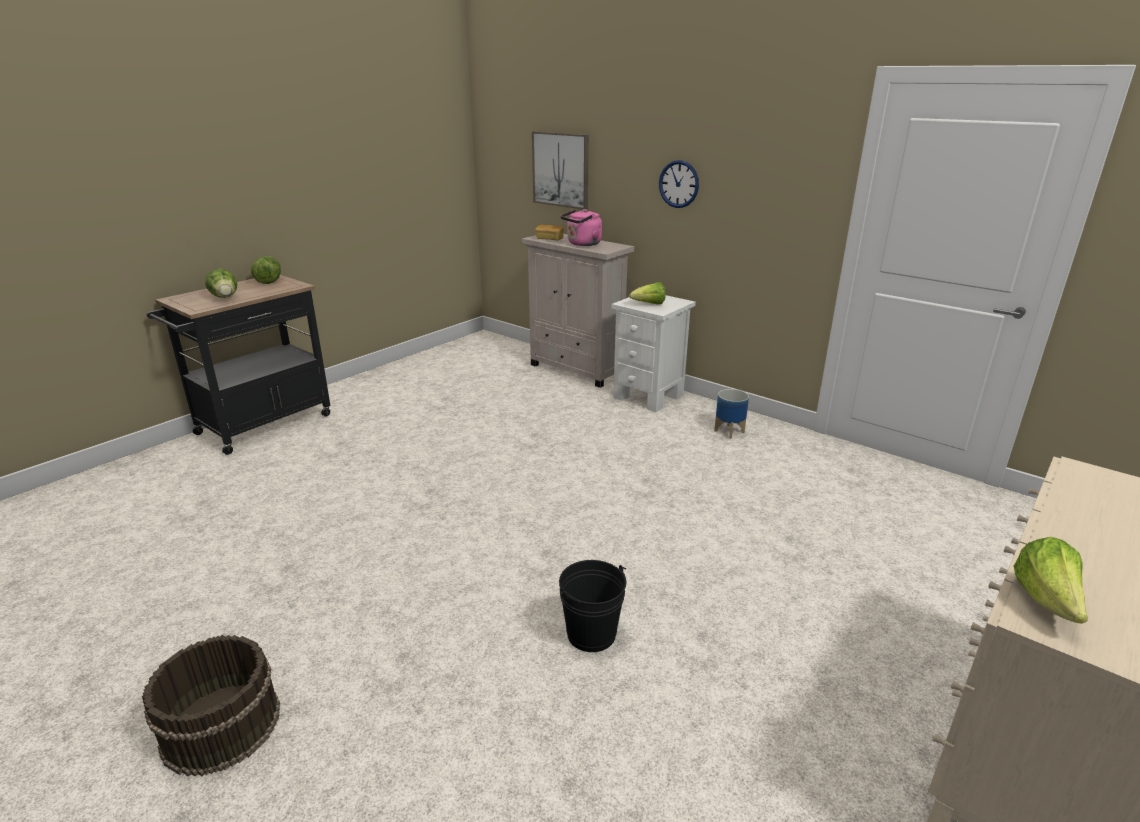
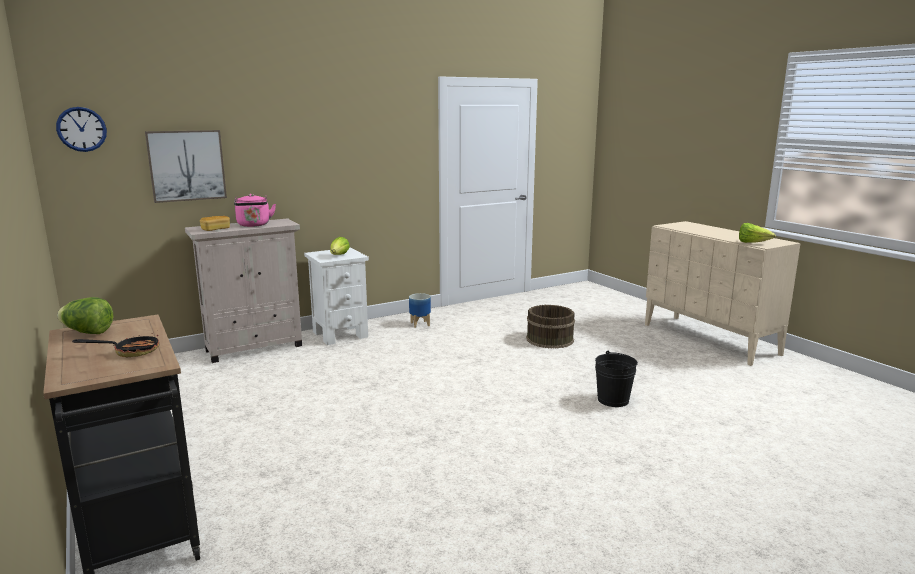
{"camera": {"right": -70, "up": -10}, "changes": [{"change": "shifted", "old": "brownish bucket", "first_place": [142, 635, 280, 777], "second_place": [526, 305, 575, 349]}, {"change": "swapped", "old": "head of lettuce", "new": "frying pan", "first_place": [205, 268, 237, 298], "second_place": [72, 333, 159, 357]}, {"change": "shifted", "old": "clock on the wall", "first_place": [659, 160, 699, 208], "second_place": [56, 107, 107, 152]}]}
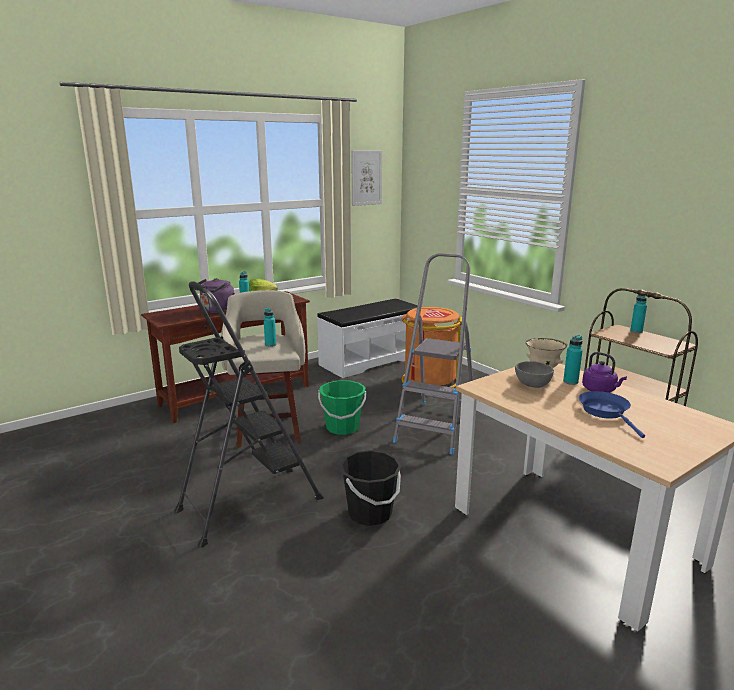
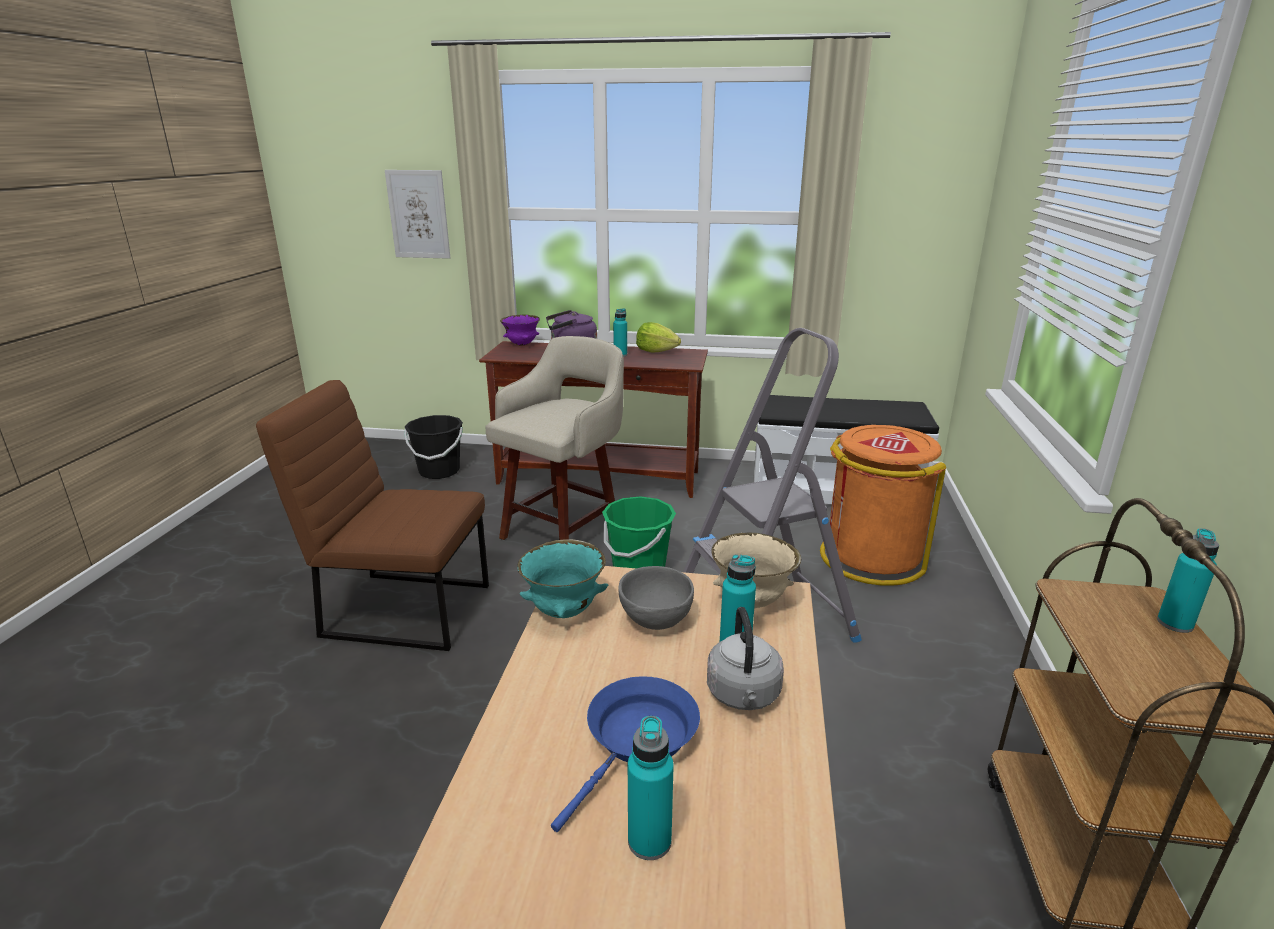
{"camera": {"right": 45, "up": 5}, "changes": [{"change": "swapped", "old": "step stool", "new": "brownish upright chair", "first_place": [174, 281, 324, 548], "second_place": [256, 380, 489, 651]}, {"change": "shifted", "old": "blue-green beverage bottle", "first_place": [264, 308, 276, 347], "second_place": [628, 716, 674, 860]}, {"change": "shifted", "old": "black bucket", "first_place": [339, 450, 401, 526], "second_place": [404, 415, 463, 479]}, {"change": "shifted", "old": "wall art", "first_place": [351, 150, 382, 206], "second_place": [385, 170, 450, 259]}, {"change": "repainted", "old": "purple water kettle", "new": "gray water kettle", "first_place": [582, 352, 627, 393], "second_place": [707, 607, 784, 710]}, {"change": "new", "new": "purple bowl", "second_place": [500, 315, 540, 346]}, {"change": "new", "new": "blue-green bowl", "second_place": [517, 539, 608, 618]}]}
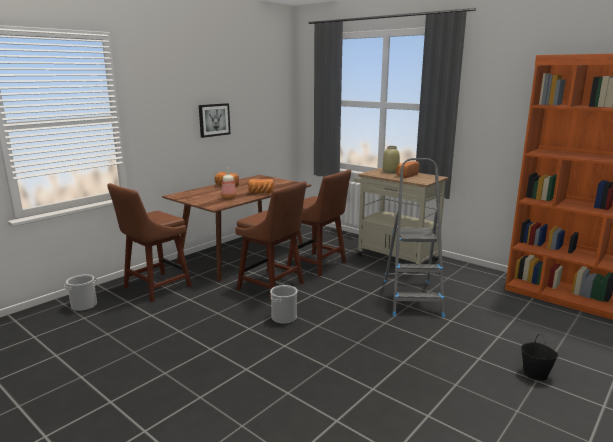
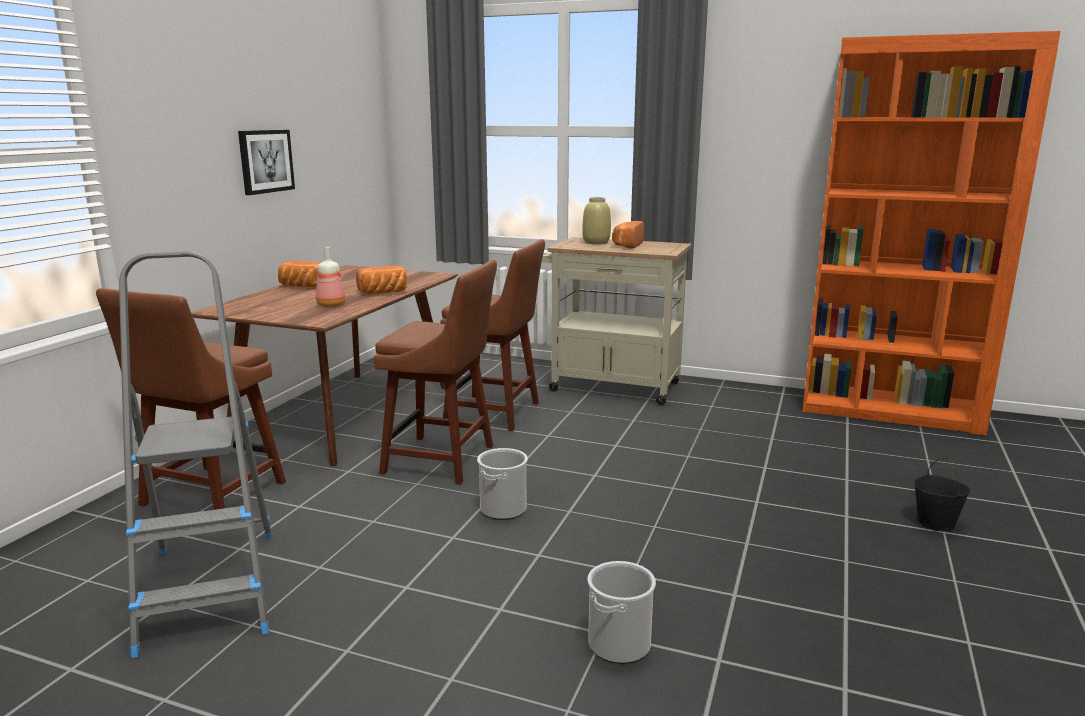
{"camera": {"right": -20, "up": 0}, "changes": [{"change": "shifted", "old": "bucket", "first_place": [64, 275, 97, 311], "second_place": [587, 561, 656, 664]}, {"change": "shifted", "old": "gray step stool", "first_place": [384, 158, 445, 318], "second_place": [119, 251, 272, 658]}]}
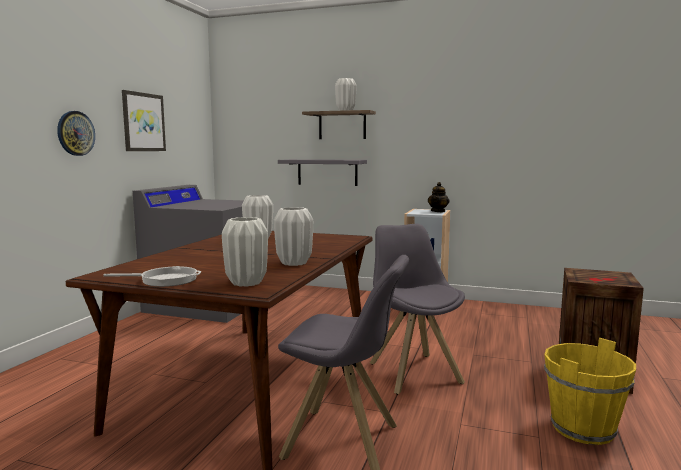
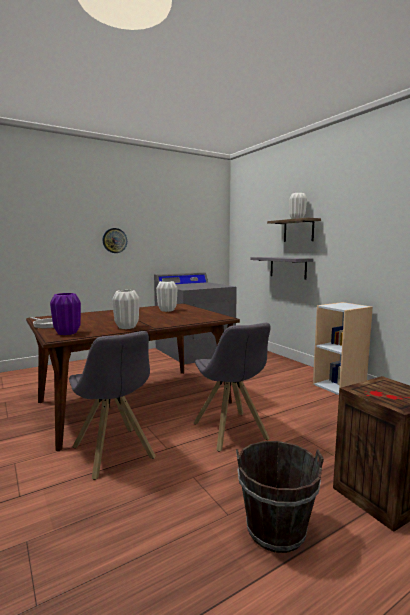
{"camera": {"right": 40, "up": 0}, "changes": [{"change": "gone", "old": "wall art", "first_place": [122, 90, 166, 151]}, {"change": "repainted", "old": "whitish vase", "new": "purple vase", "first_place": [222, 217, 268, 287], "second_place": [50, 293, 81, 335]}, {"change": "rotated", "old": "gray upright chair", "first_place": [370, 224, 465, 394], "second_place": [193, 323, 271, 452], "degrees": 135}, {"change": "gone", "old": "tea pot", "first_place": [428, 182, 450, 212]}, {"change": "repainted", "old": "yellow bucket", "new": "brownish bucket", "first_place": [544, 338, 636, 445], "second_place": [236, 441, 324, 553]}]}
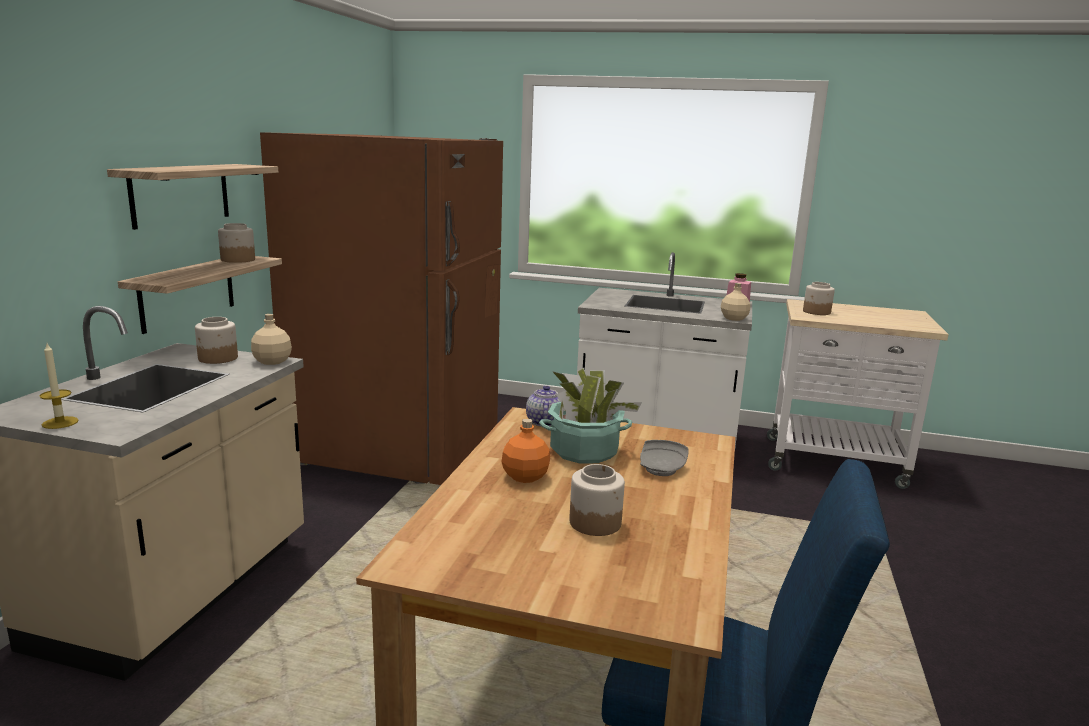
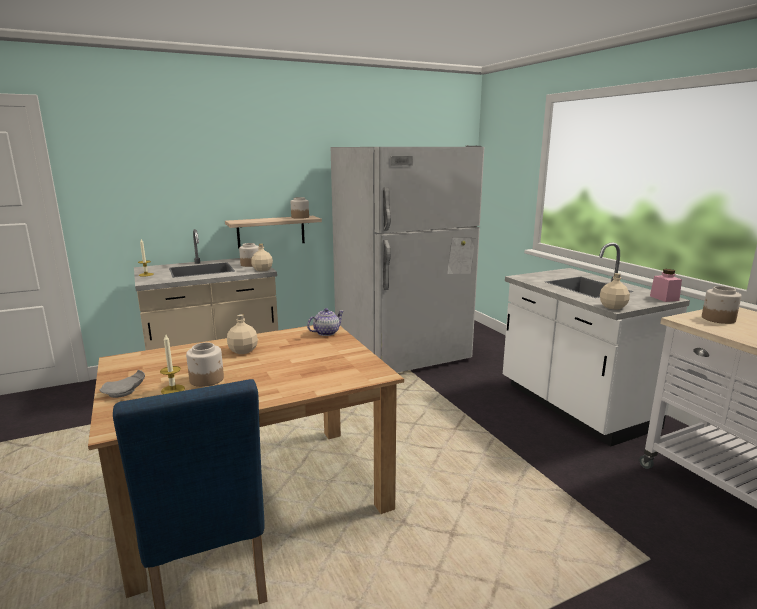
{"camera": {"right": 50, "up": 0}, "changes": [{"change": "gone", "old": "wall shelf", "first_place": [107, 164, 278, 230]}, {"change": "repainted", "old": "brownish kitchen fridge", "new": "whitish kitchen fridge", "first_place": [260, 132, 503, 485], "second_place": [331, 145, 484, 373]}, {"change": "repainted", "old": "orange beverage bottle", "new": "sand-coloured beverage bottle", "first_place": [501, 419, 550, 483], "second_place": [227, 314, 258, 354]}, {"change": "gone", "old": "potted plant", "first_place": [539, 367, 642, 464]}, {"change": "shifted", "old": "gray plate", "first_place": [640, 440, 689, 476], "second_place": [99, 370, 145, 398]}, {"change": "new", "new": "candle", "second_place": [160, 333, 185, 394]}]}
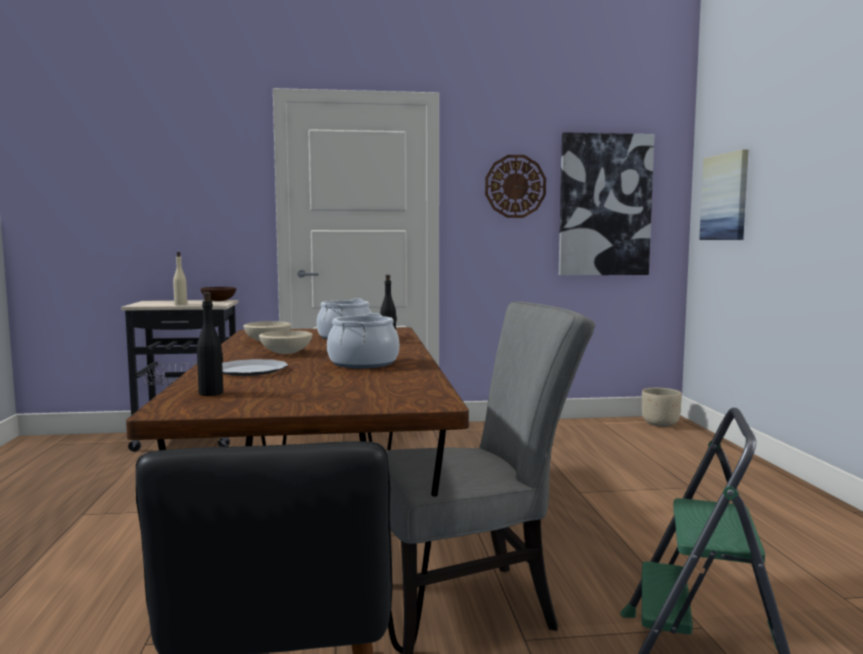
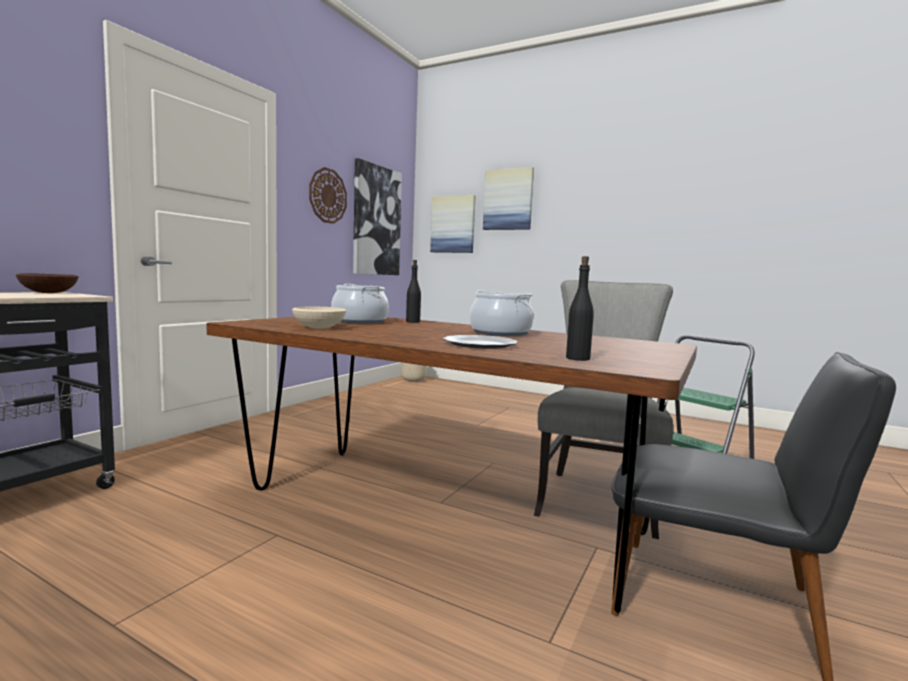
{"camera": {"right": -55, "up": 0}, "changes": [{"change": "gone", "old": "sand-coloured beverage bottle", "first_place": [173, 252, 187, 305]}, {"change": "gone", "old": "sand-coloured bowl", "first_place": [259, 330, 313, 354]}, {"change": "new", "new": "wall art", "second_place": [483, 167, 534, 230]}]}
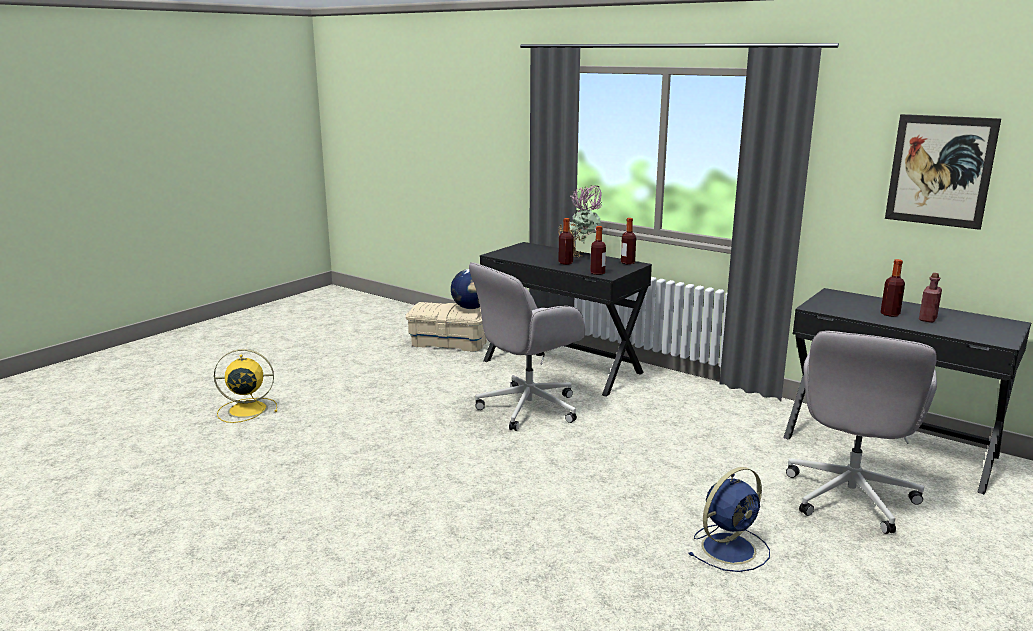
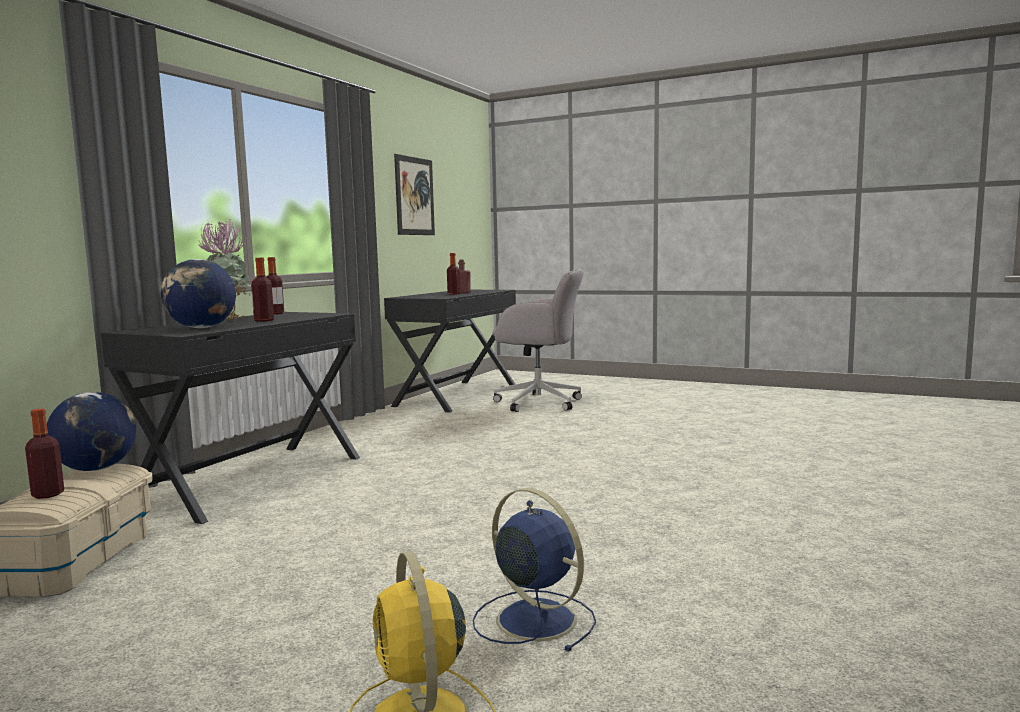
{"camera": {"right": -100, "up": -10}, "changes": [{"change": "gone", "old": "gray desk chair", "first_place": [469, 262, 585, 431]}, {"change": "shifted", "old": "beverage bottle", "first_place": [590, 226, 606, 275], "second_place": [25, 409, 64, 499]}, {"change": "shifted", "old": "blue-coloured cooling fan", "first_place": [689, 467, 770, 572], "second_place": [473, 488, 596, 652]}, {"change": "new", "new": "globe", "second_place": [161, 259, 236, 328]}]}
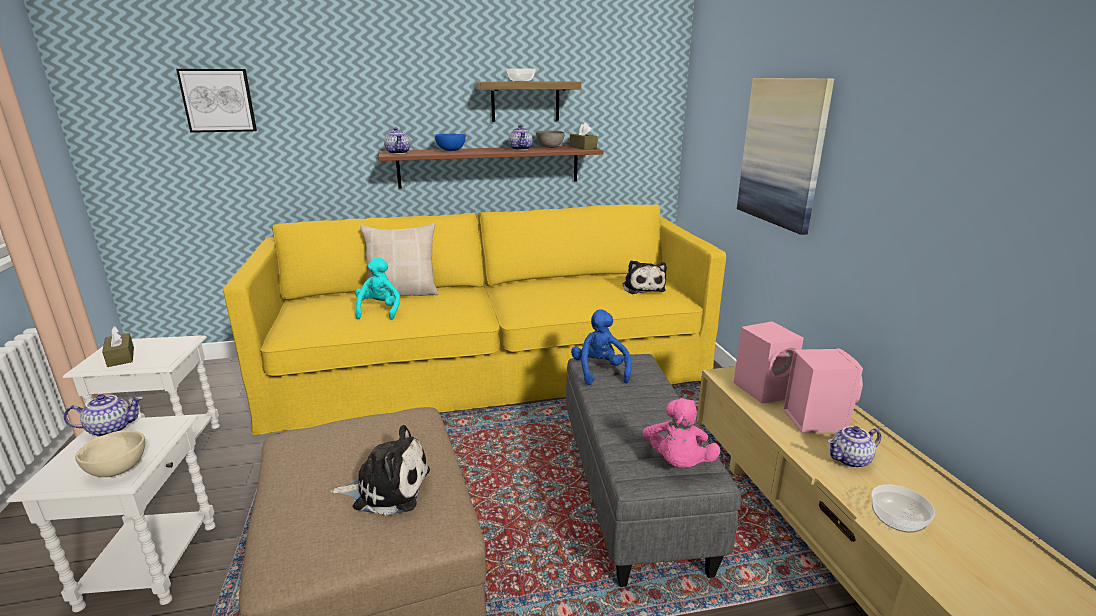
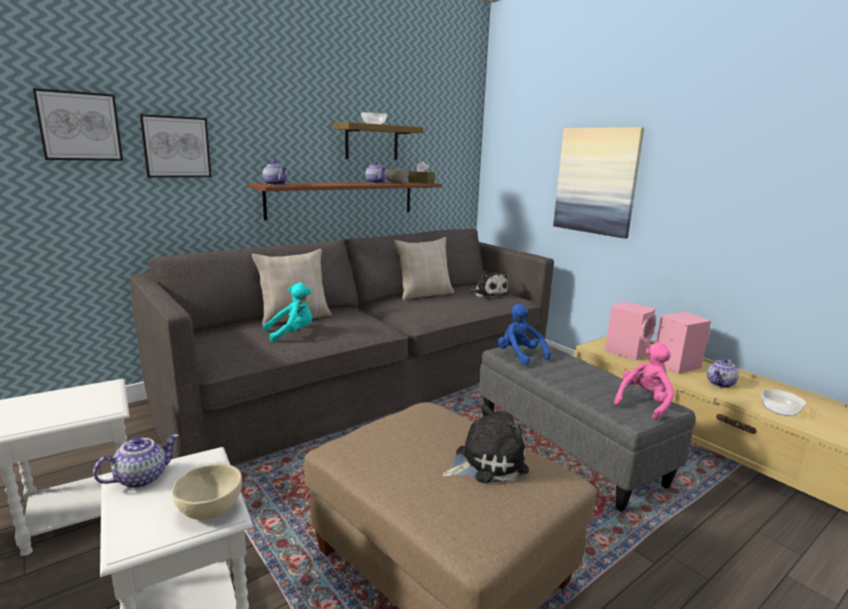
{"camera": {"right": -25, "up": -5}, "changes": [{"change": "gone", "old": "brownish tissue box", "first_place": [102, 326, 134, 367]}, {"change": "repainted", "old": "yellow settee", "new": "gray settee", "first_place": [223, 204, 726, 435], "second_place": [130, 229, 554, 465]}, {"change": "rotated", "old": "blue-green plush toy", "first_place": [355, 257, 400, 320], "second_place": [263, 283, 312, 343], "degrees": 90}, {"change": "gone", "old": "blue-coloured bowl", "first_place": [435, 133, 466, 151]}, {"change": "rotated", "old": "pink plush toy", "first_place": [643, 398, 720, 468], "second_place": [614, 342, 674, 420], "degrees": -120}, {"change": "new", "new": "wall art", "second_place": [139, 114, 211, 178]}, {"change": "new", "new": "sand-coloured cushion", "second_place": [394, 237, 454, 300]}]}
